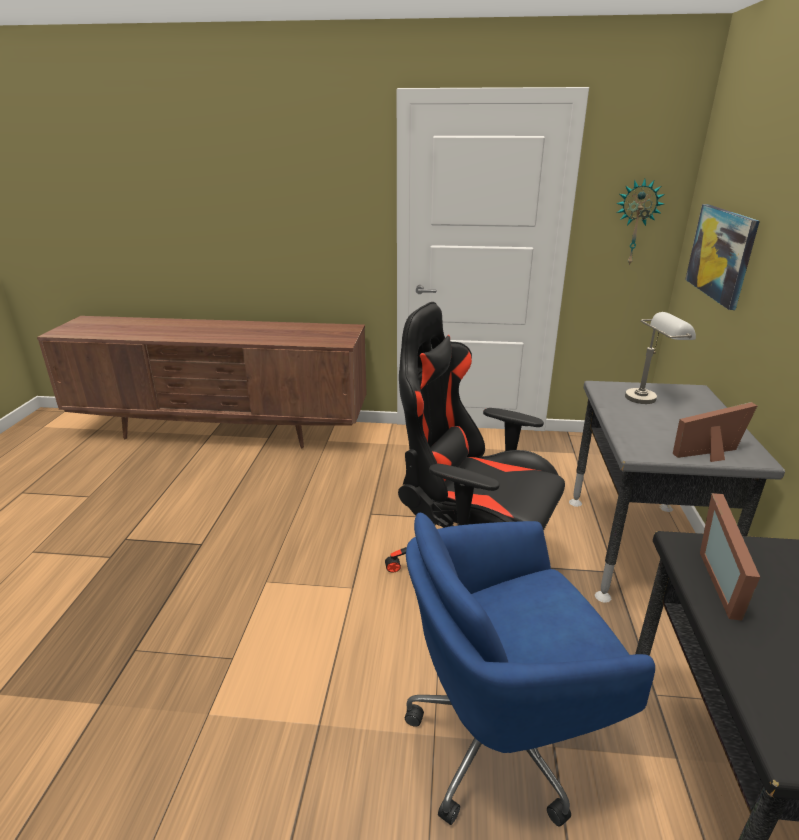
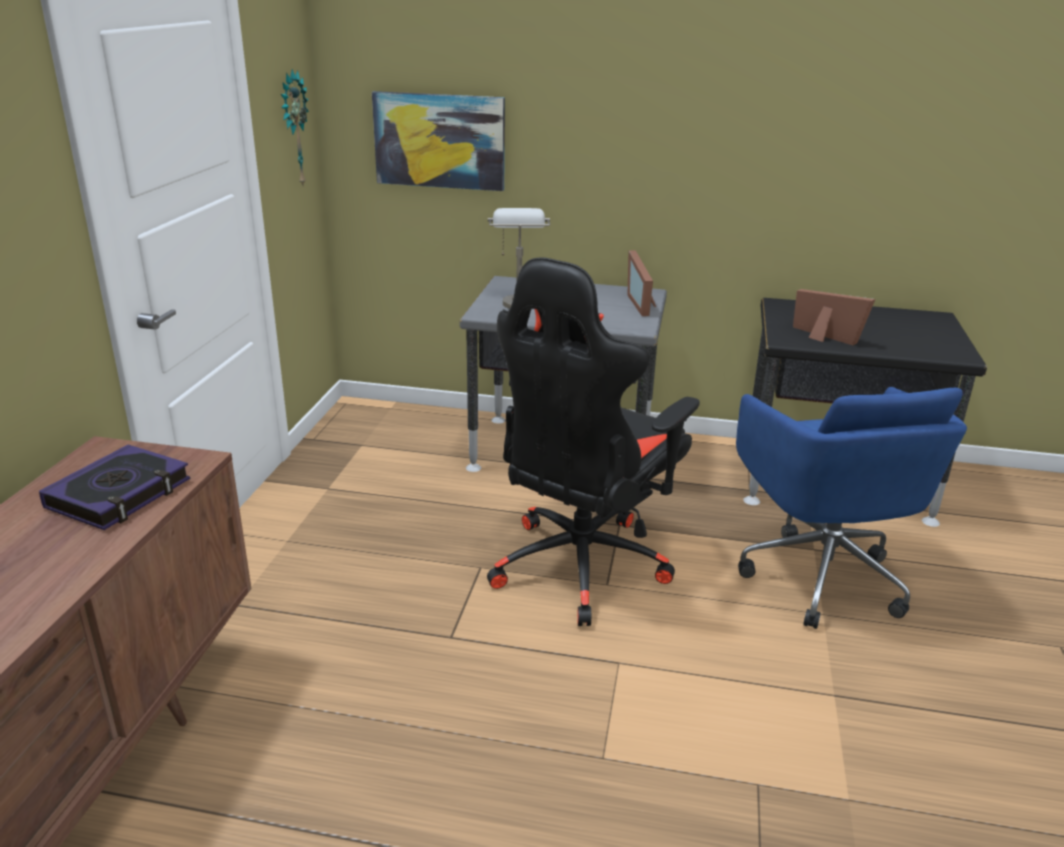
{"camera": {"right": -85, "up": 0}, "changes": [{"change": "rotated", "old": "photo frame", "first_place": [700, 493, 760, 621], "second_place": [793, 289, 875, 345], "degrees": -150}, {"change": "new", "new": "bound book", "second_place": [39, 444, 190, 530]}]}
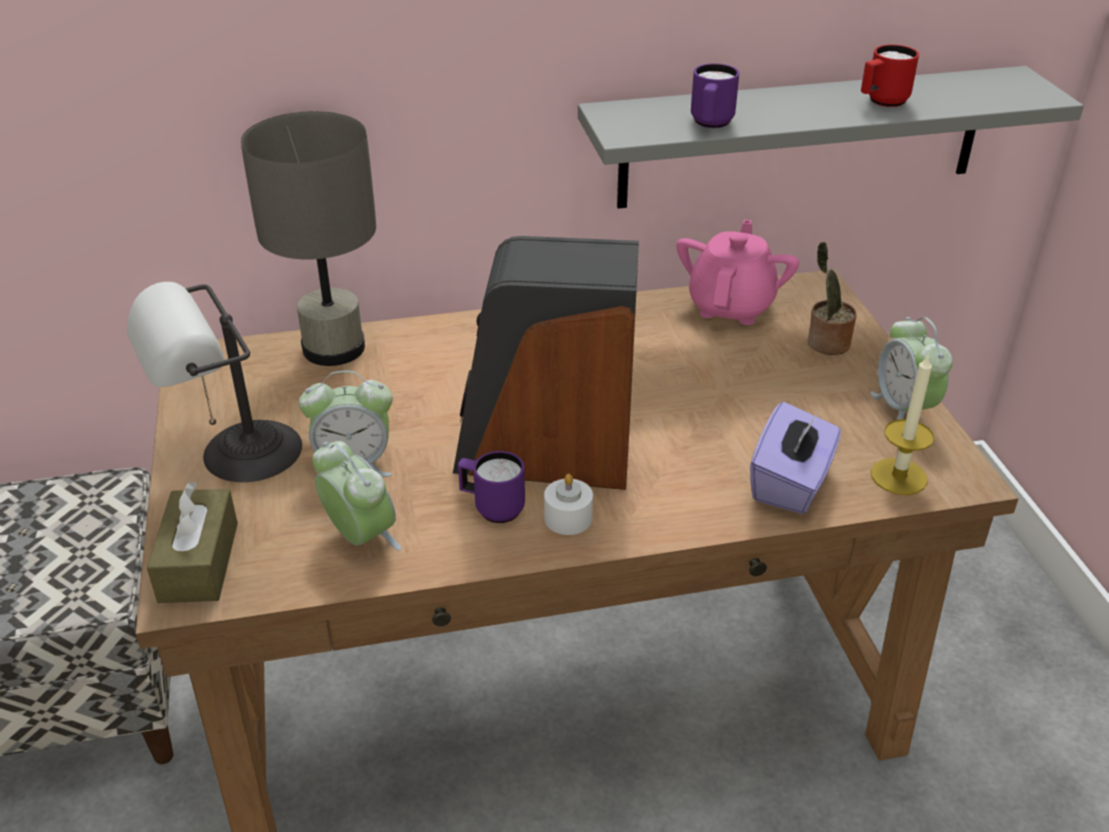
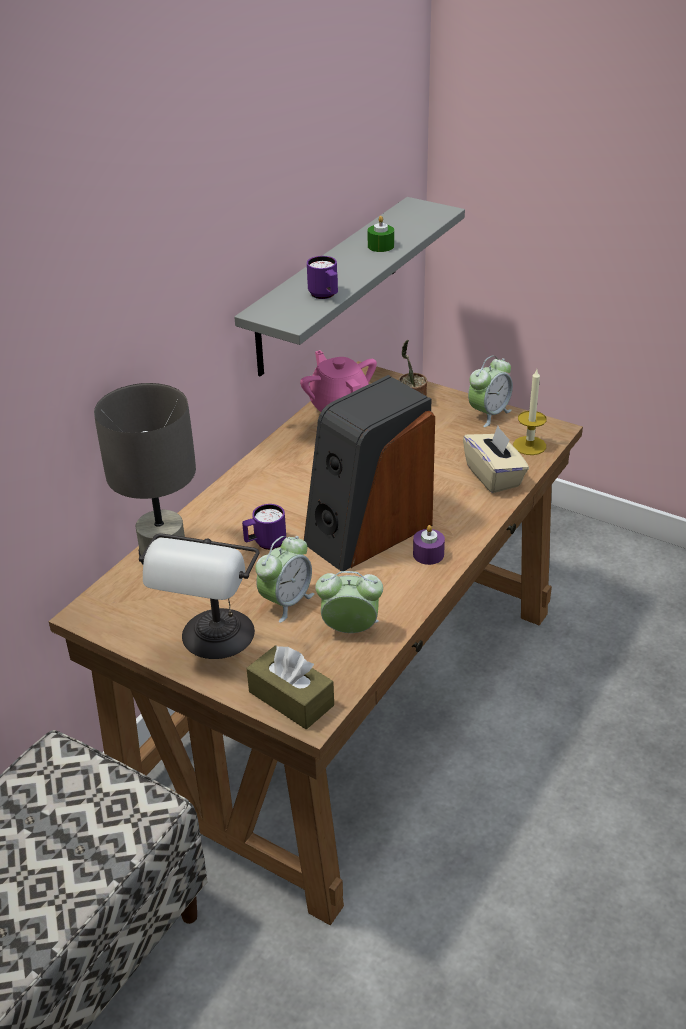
{"camera": {"right": -45, "up": 0}, "changes": [{"change": "shifted", "old": "purple mug", "first_place": [458, 451, 525, 523], "second_place": [242, 504, 286, 550]}, {"change": "repainted", "old": "whitish candle", "new": "purple candle", "first_place": [544, 474, 593, 535], "second_place": [413, 525, 445, 565]}, {"change": "repainted", "old": "purple tissue box", "new": "sand-coloured tissue box", "first_place": [750, 402, 841, 514], "second_place": [463, 426, 529, 493]}, {"change": "swapped", "old": "reddish mug", "new": "greenish candle", "first_place": [861, 44, 919, 107], "second_place": [368, 216, 394, 252]}, {"change": "rotated", "old": "bedside clock", "first_place": [870, 317, 953, 420], "second_place": [468, 356, 513, 427], "degrees": -75}]}
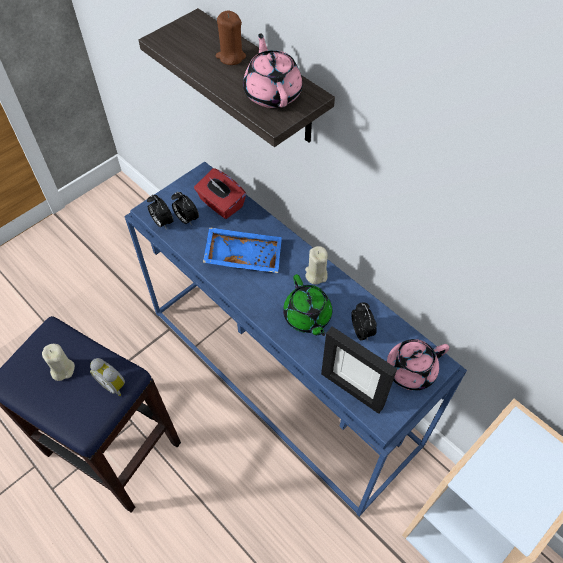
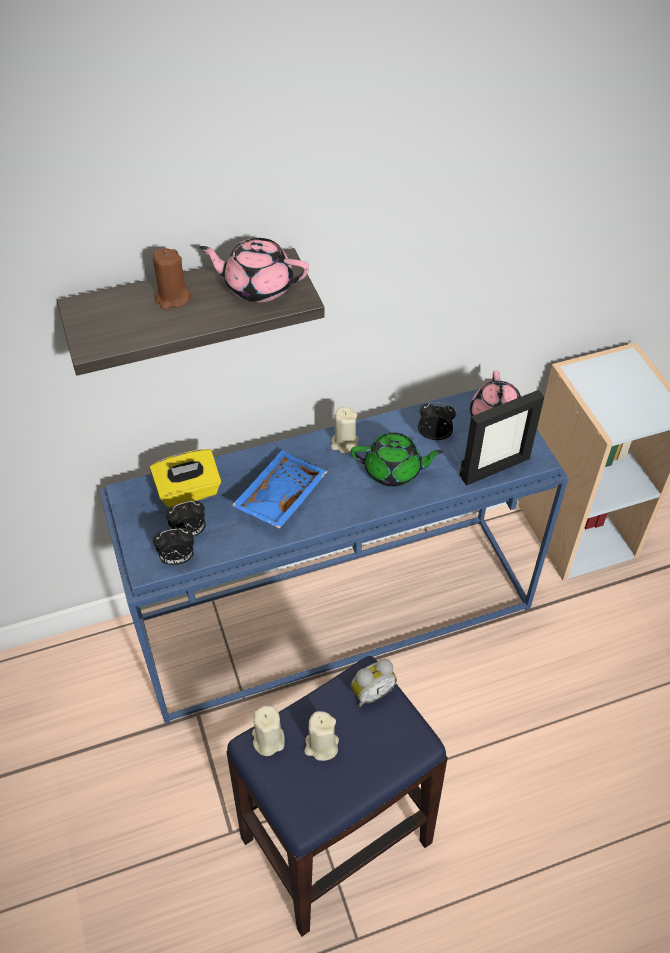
{"camera": {"right": -65, "up": -5}, "changes": [{"change": "repainted", "old": "reddish tissue box", "new": "yellow tissue box", "first_place": [194, 168, 246, 219], "second_place": [150, 449, 221, 508]}, {"change": "new", "new": "sand-coloured candle", "second_place": [252, 706, 285, 756]}]}
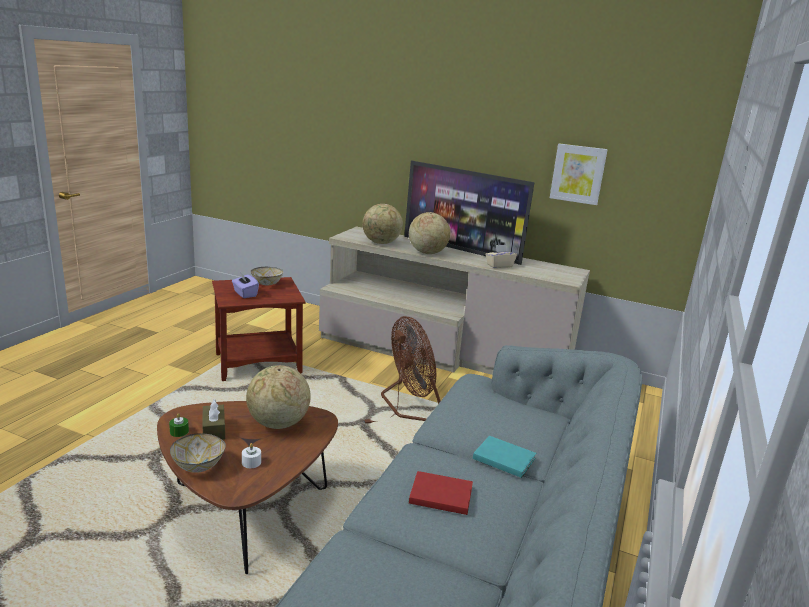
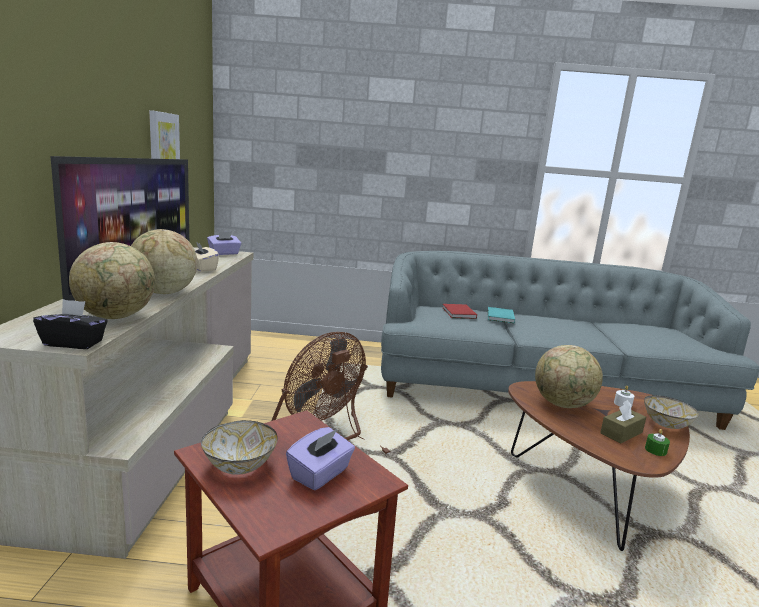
{"camera": {"right": -110, "up": -5}, "changes": [{"change": "shifted", "old": "reddish bound book", "first_place": [409, 471, 473, 515], "second_place": [442, 304, 477, 319]}, {"change": "new", "new": "black tissue box", "second_place": [33, 299, 108, 349]}, {"change": "new", "new": "purple tissue box", "second_place": [207, 231, 241, 255]}]}
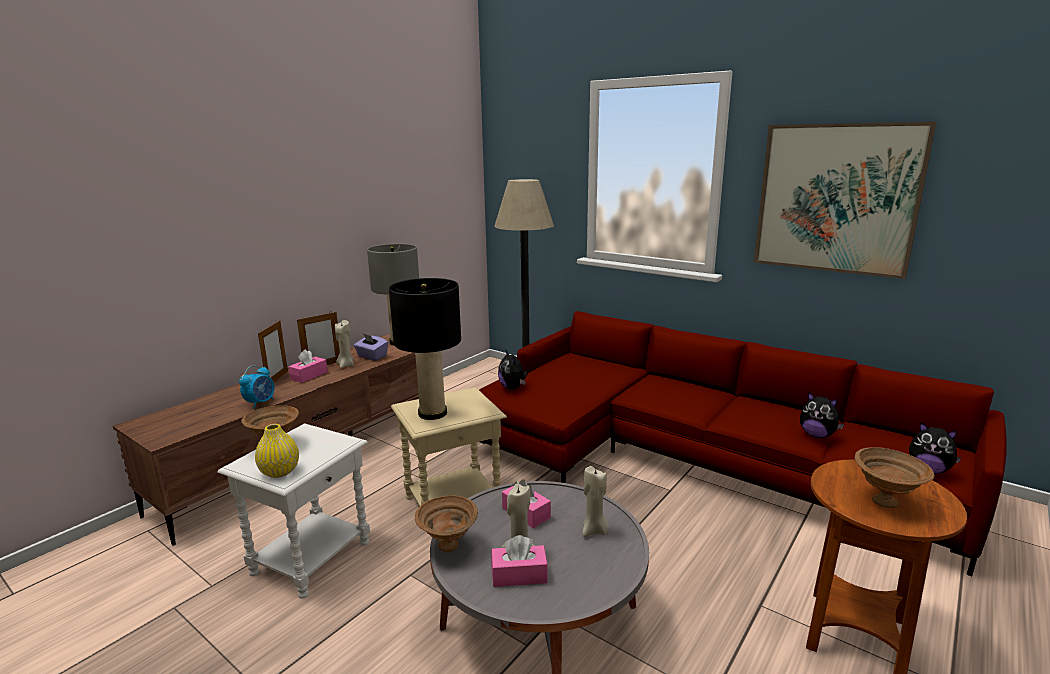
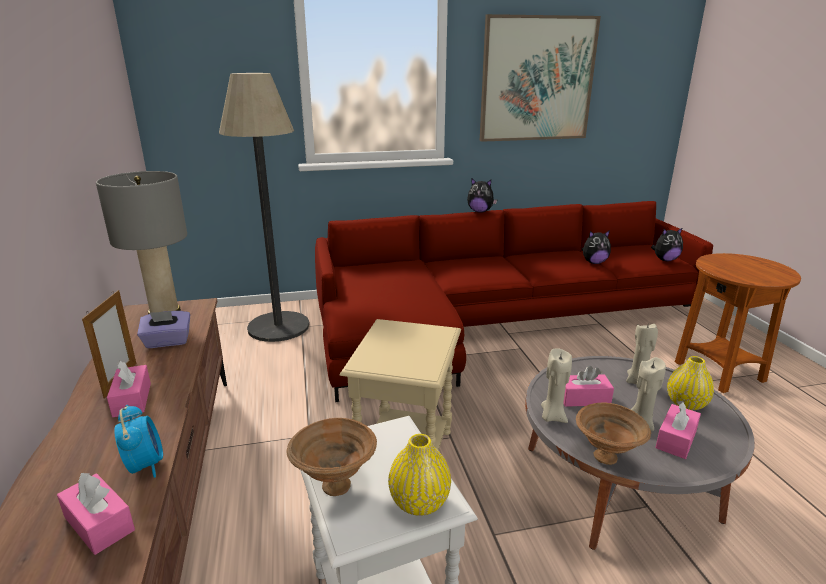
{"camera": {"right": -50, "up": 5}, "changes": [{"change": "gone", "old": "photo frame", "first_place": [258, 320, 288, 382]}, {"change": "shifted", "old": "sand-coloured candle", "first_place": [335, 320, 354, 368], "second_place": [541, 348, 572, 423]}, {"change": "gone", "old": "black tabletop lamp", "first_place": [389, 278, 461, 420]}, {"change": "shifted", "old": "plush toy", "first_place": [498, 350, 528, 390], "second_place": [467, 178, 497, 213]}, {"change": "gone", "old": "brownish bowl", "first_place": [855, 447, 934, 508]}, {"change": "new", "new": "pink tissue box", "second_place": [57, 473, 135, 555]}, {"change": "new", "new": "yellow vase", "second_place": [667, 356, 714, 411]}]}
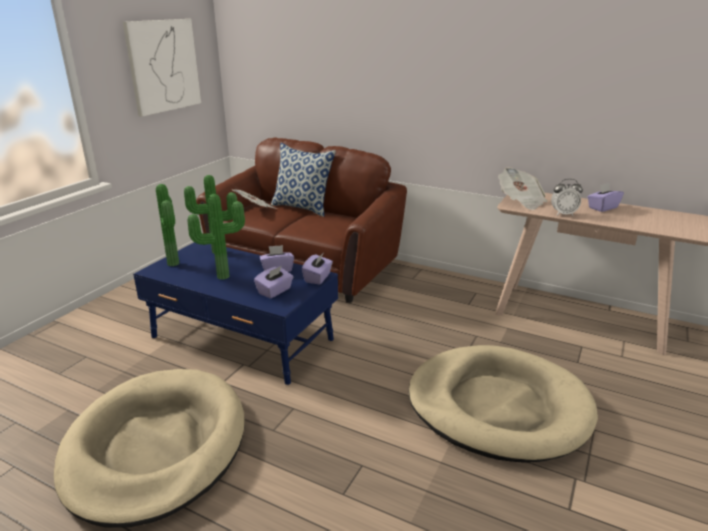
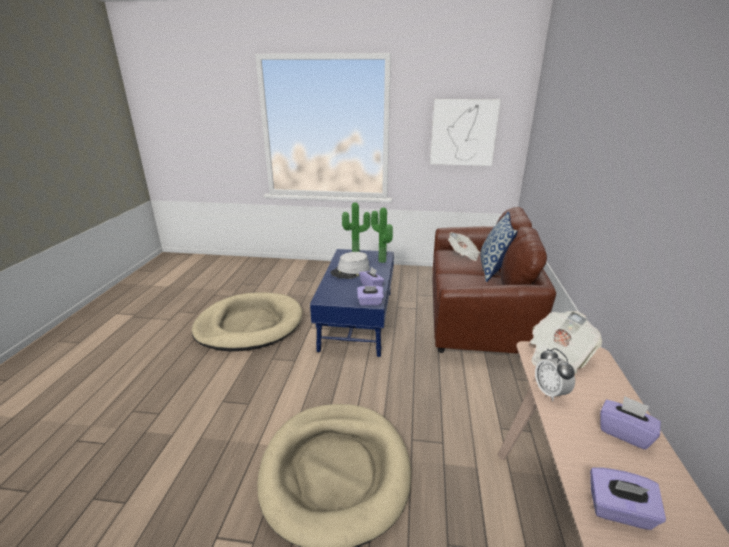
{"camera": {"right": 70, "up": 0}, "changes": [{"change": "swapped", "old": "potted plant", "new": "gray hat", "first_place": [187, 194, 245, 280], "second_place": [331, 252, 370, 279]}, {"change": "shifted", "old": "purple tissue box", "first_place": [254, 266, 293, 299], "second_place": [590, 467, 666, 530]}]}
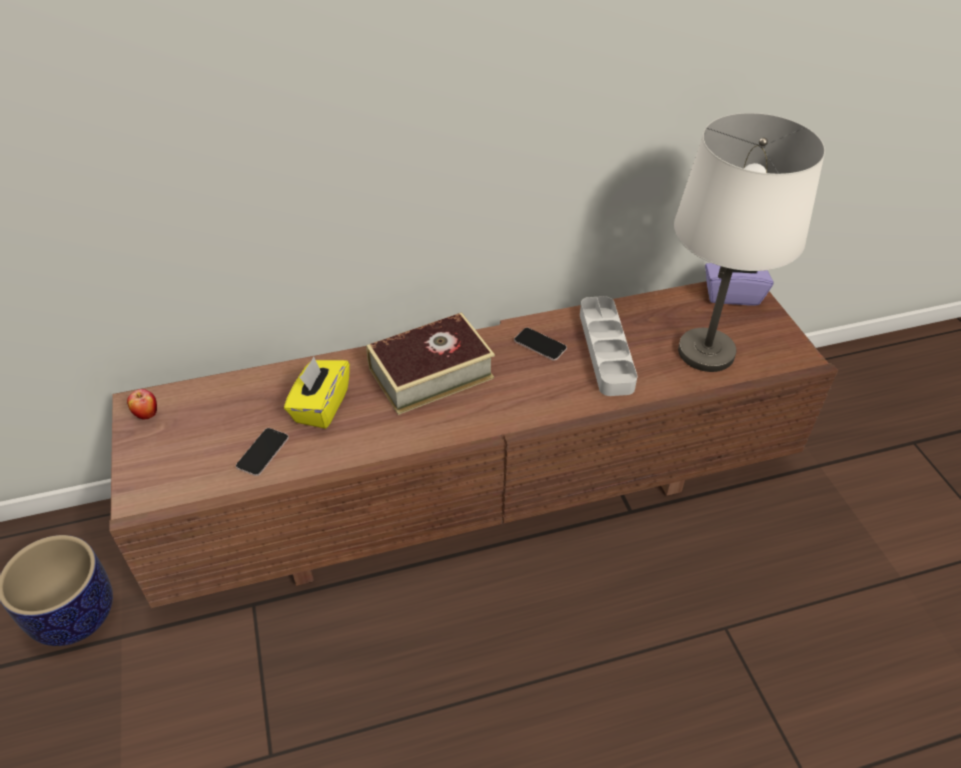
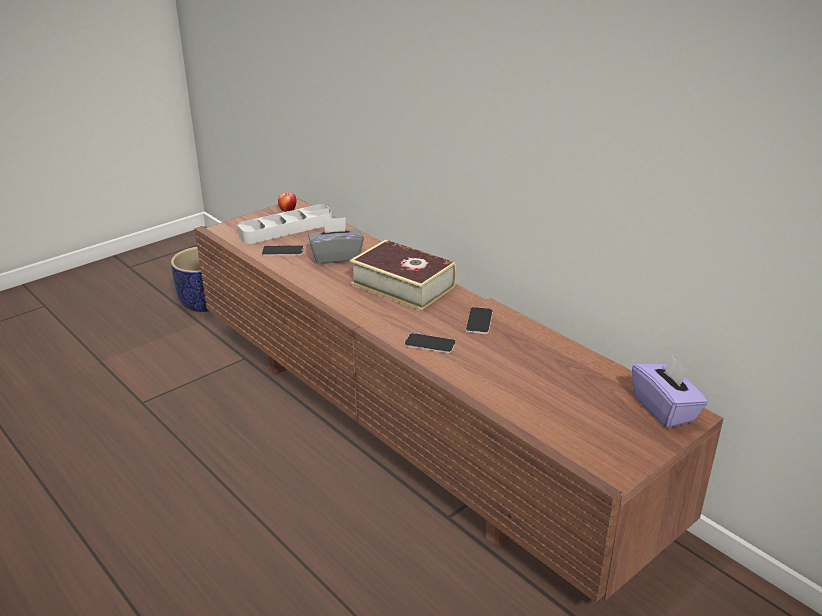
{"camera": {"right": 65, "up": -15}, "changes": [{"change": "repainted", "old": "yellow tissue box", "new": "gray tissue box", "first_place": [284, 357, 350, 429], "second_place": [308, 217, 364, 264]}, {"change": "shifted", "old": "gray carrying tray", "first_place": [580, 296, 637, 396], "second_place": [238, 204, 332, 244]}, {"change": "gone", "old": "whitish tabletop lamp", "first_place": [674, 113, 825, 372]}, {"change": "new", "new": "telephone", "second_place": [404, 333, 456, 353]}]}
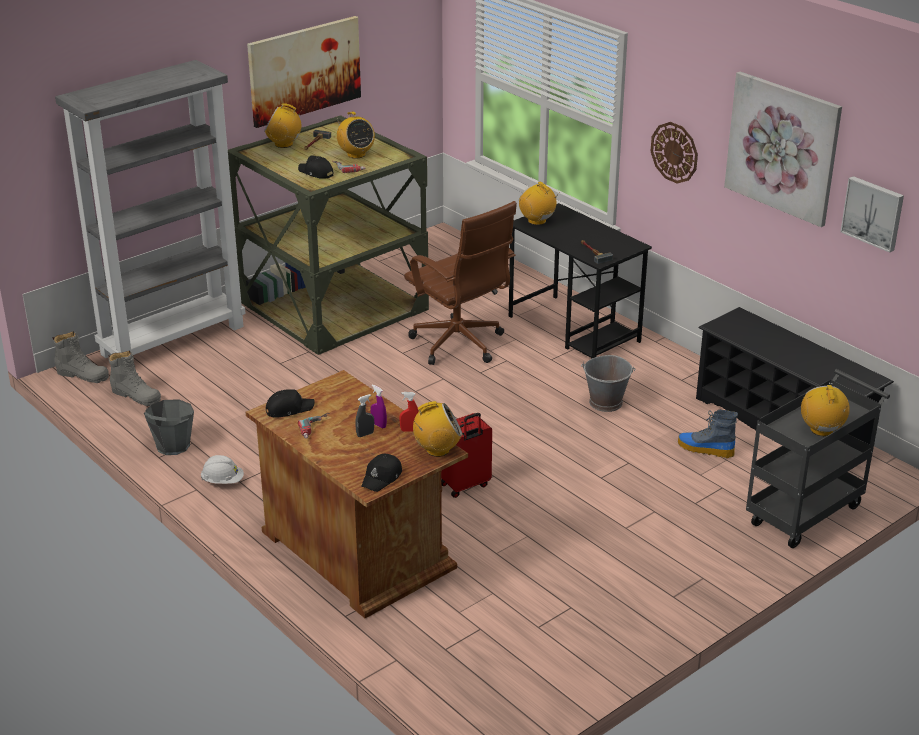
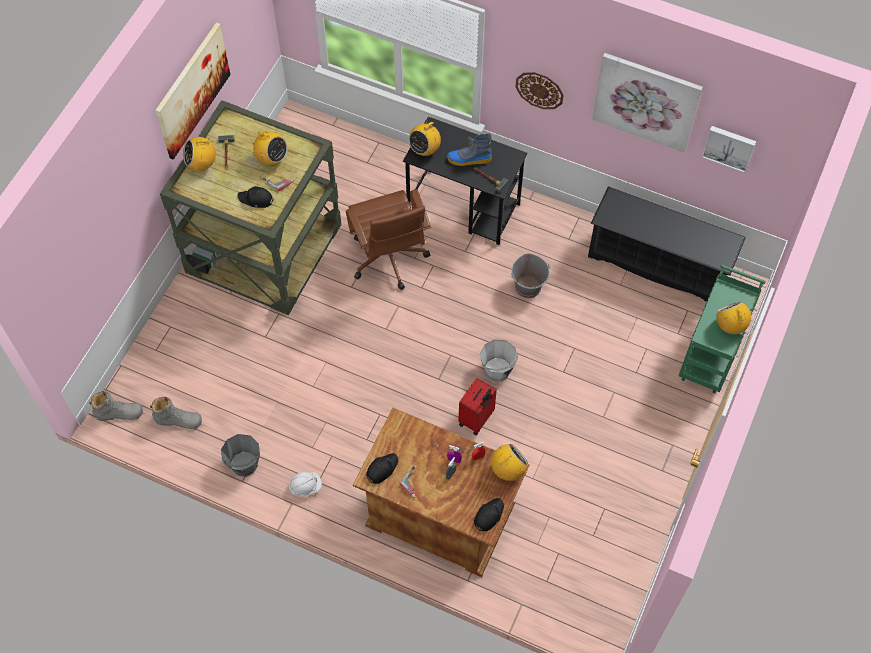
{"camera": {"right": -25, "up": 30}, "changes": [{"change": "gone", "old": "gray bookcase", "first_place": [55, 60, 246, 358]}, {"change": "rotated", "old": "black baseball cap", "first_place": [362, 454, 402, 492], "second_place": [474, 498, 504, 531], "degrees": -150}, {"change": "rotated", "old": "brownish desk chair", "first_place": [404, 201, 517, 365], "second_place": [346, 189, 431, 290], "degrees": 45}, {"change": "rotated", "old": "radio set", "first_place": [519, 182, 560, 225], "second_place": [409, 117, 441, 156], "degrees": -75}, {"change": "shifted", "old": "tall boot", "first_place": [678, 410, 738, 458], "second_place": [447, 133, 492, 166]}, {"change": "repainted", "old": "gray trolley", "new": "greenish trolley", "first_place": [746, 369, 890, 548], "second_place": [678, 264, 766, 393]}, {"change": "new", "new": "gray bucket", "second_place": [480, 339, 518, 381]}]}
